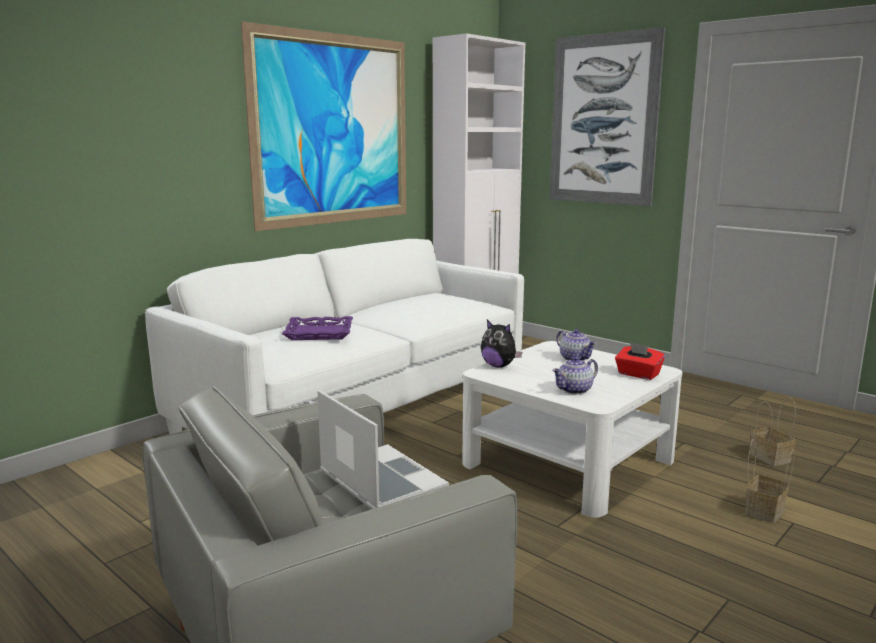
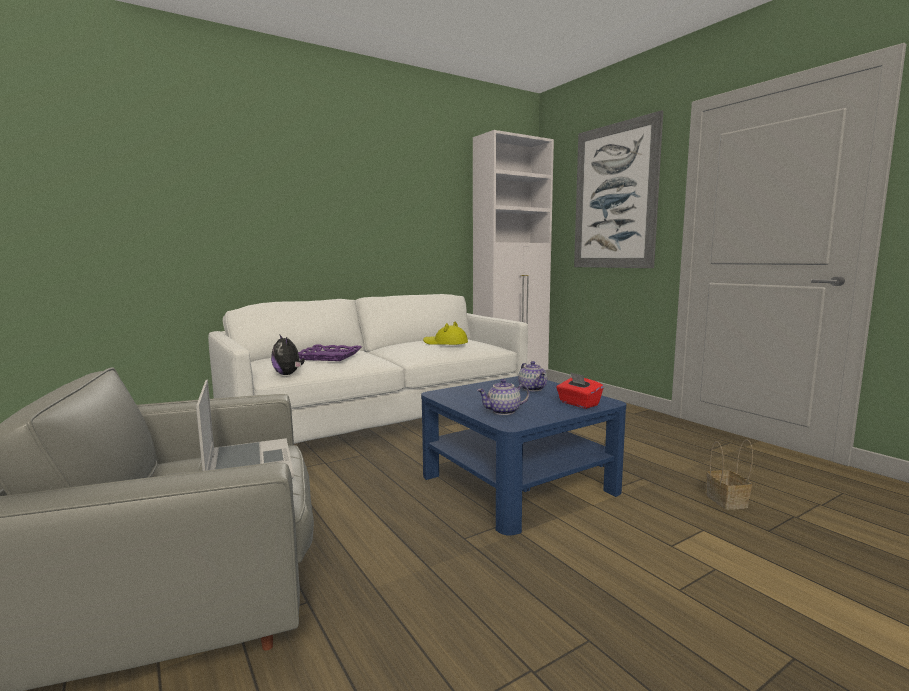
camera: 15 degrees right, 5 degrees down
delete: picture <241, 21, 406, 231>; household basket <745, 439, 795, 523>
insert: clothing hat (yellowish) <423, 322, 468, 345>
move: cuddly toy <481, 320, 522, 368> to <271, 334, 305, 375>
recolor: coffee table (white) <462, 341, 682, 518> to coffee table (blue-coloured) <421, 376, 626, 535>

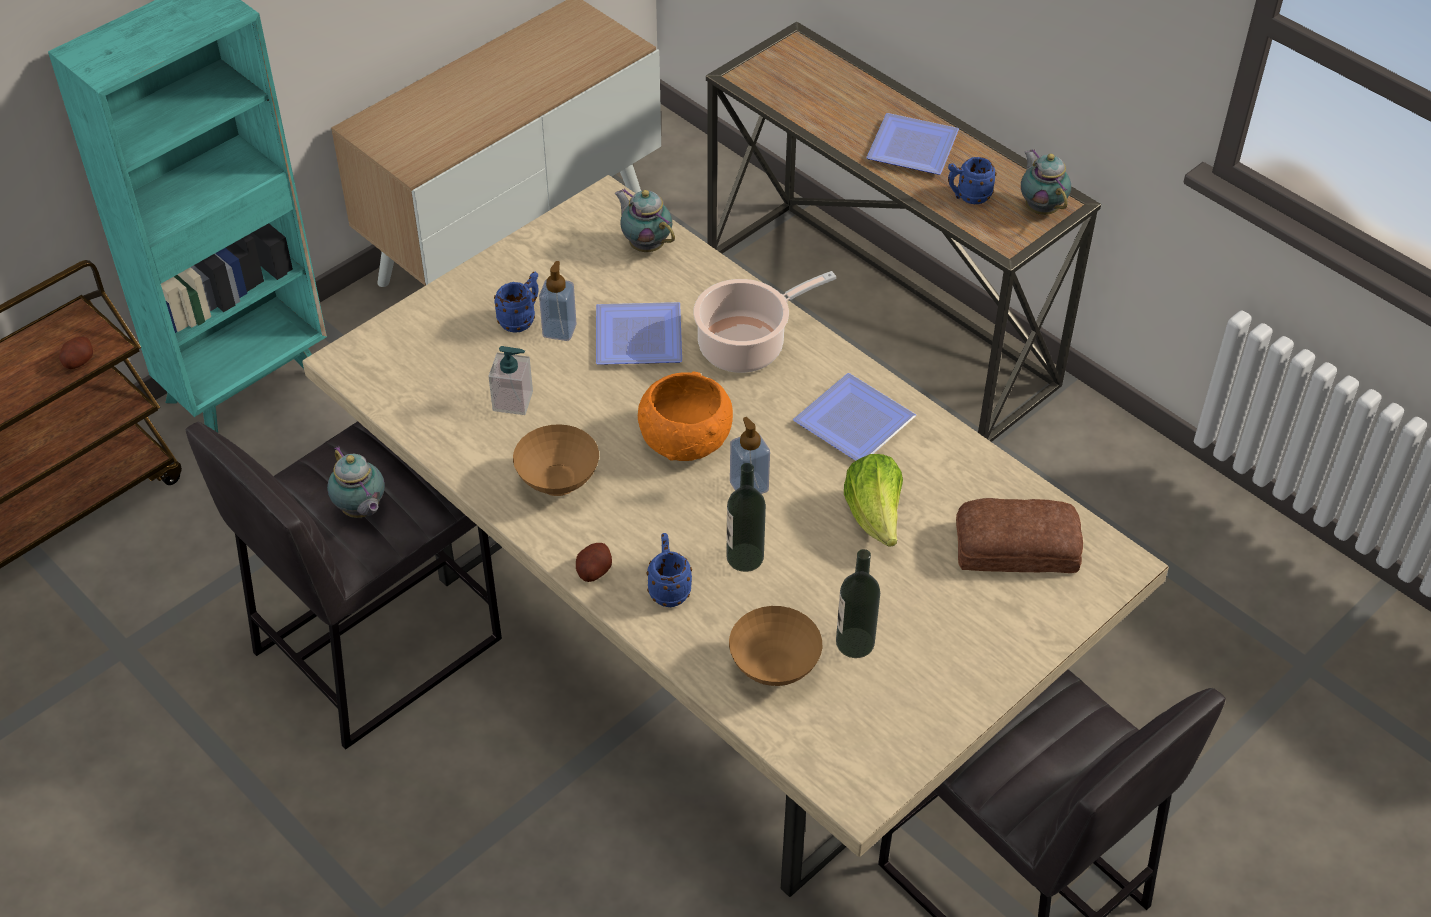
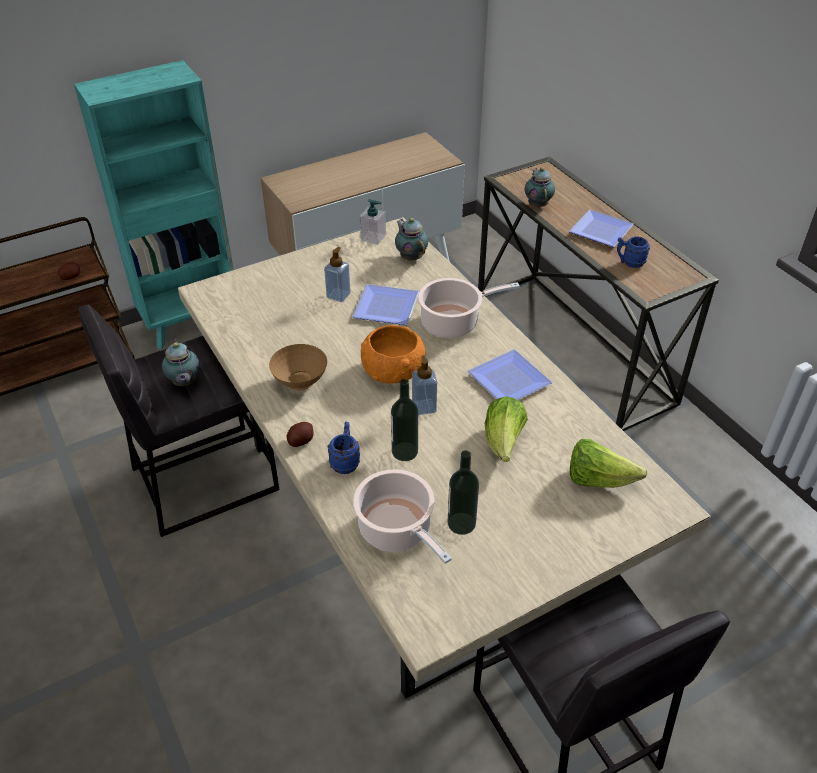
camera: 15 degrees right, 5 degrees down
delete: mug (blue-coloured) <494, 272, 539, 332>
move: soap dispenser <488, 346, 533, 415> to <360, 199, 386, 245>; teapot <1021, 149, 1071, 215> to <525, 167, 555, 207>
replace: bowl (brown-coloured) <729, 606, 822, 686> to stockpot <353, 469, 452, 564>; bread <956, 498, 1083, 573> to head of lettuce <570, 439, 648, 488>

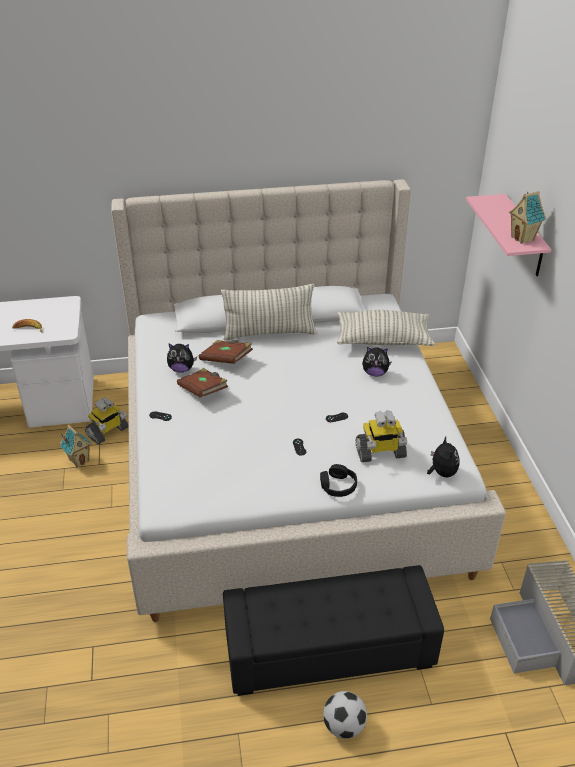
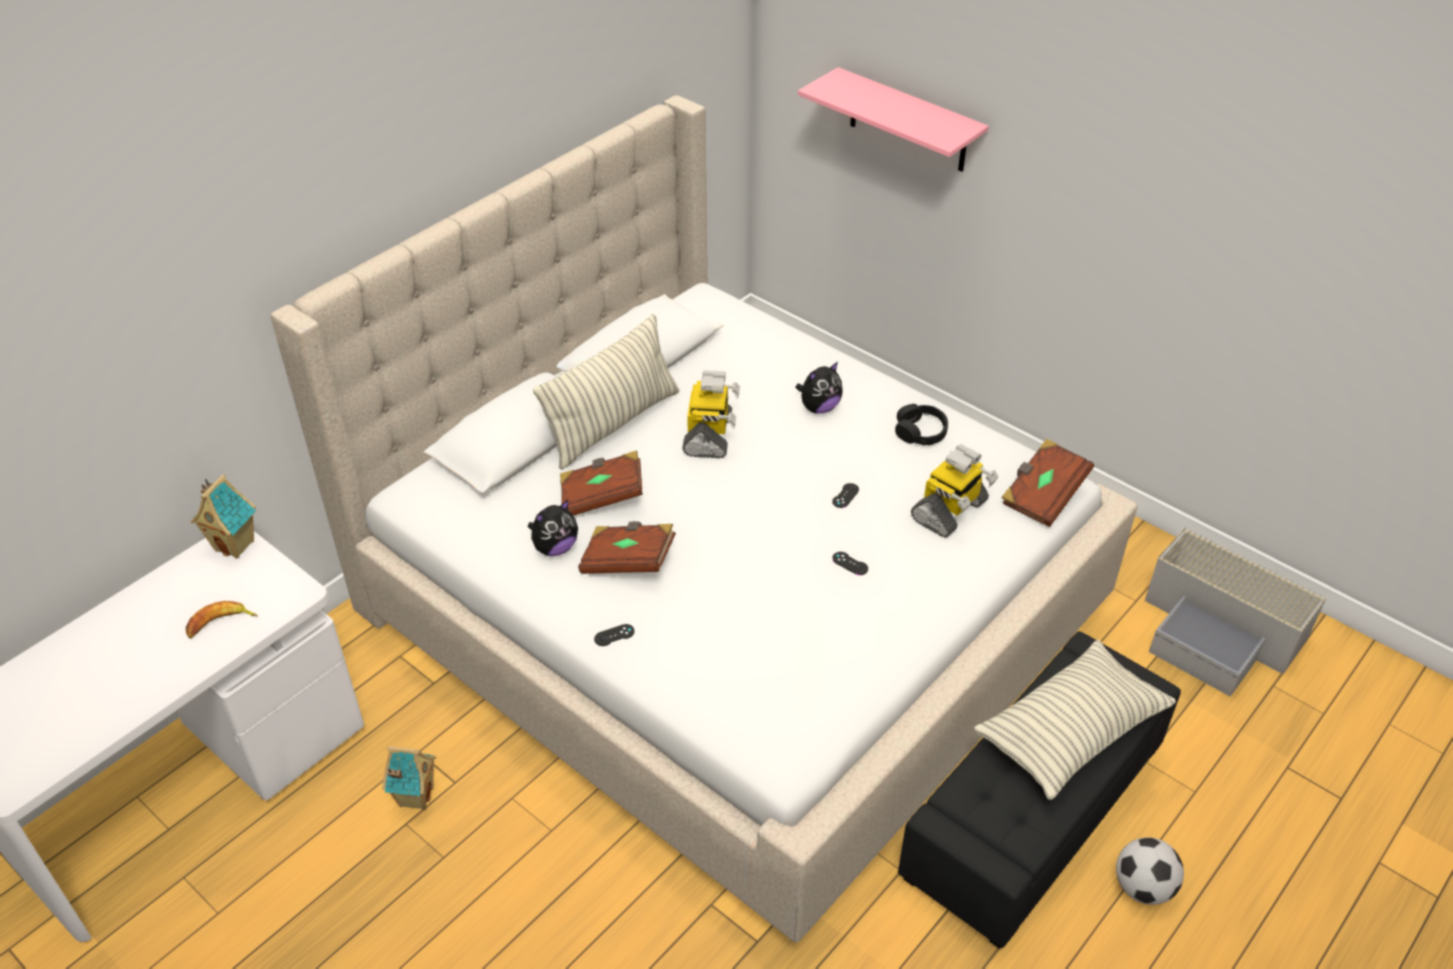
camera: 40 degrees left, 5 degrees up
move: model robot <85, 397, 129, 445> to <682, 370, 740, 458>; pair of headphones (black) <320, 464, 357, 497> to <895, 404, 948, 445>; pillow <337, 310, 435, 346> to <974, 640, 1176, 800>; toy house <509, 191, 546, 244> to <191, 474, 256, 559>
replace: cuddly toy <427, 437, 459, 477> to bound book (brown-coloured) <1001, 439, 1094, 527>

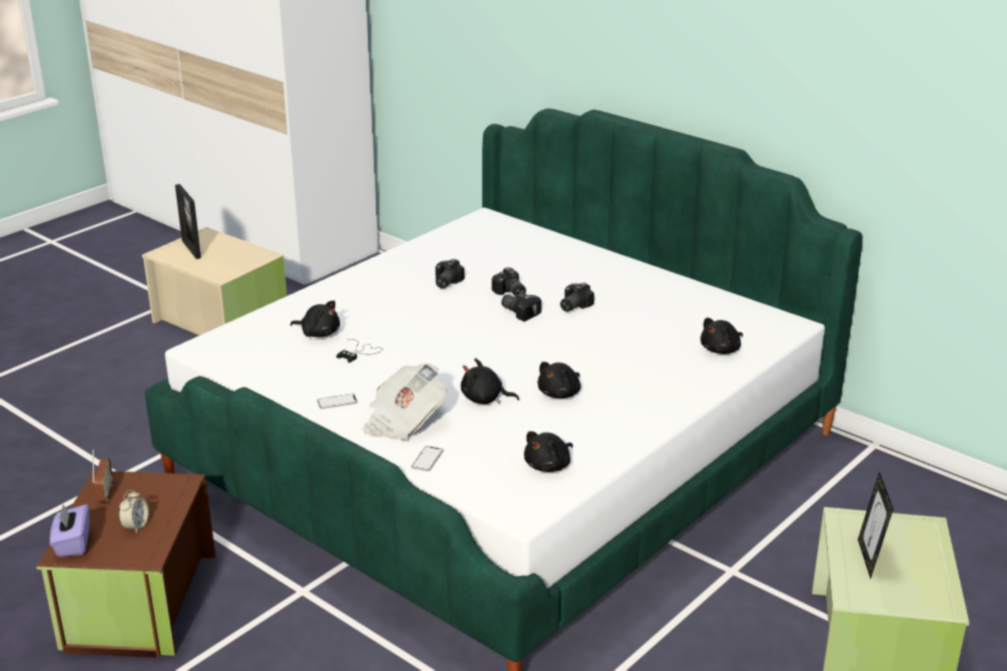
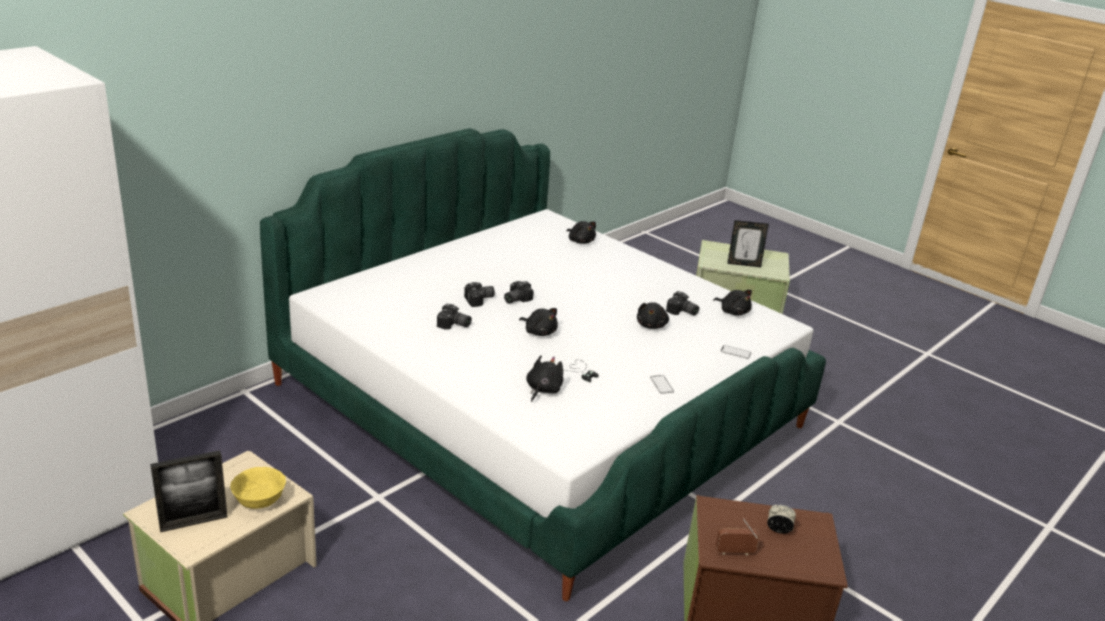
camera: 90 degrees left, 0 degrees up
delete: tissue holder (purple) <50, 504, 90, 557>; printed paper <363, 364, 446, 440>
insert: bowl (yellowish) <230, 467, 286, 509>
move: cuddly toy (black) <537, 362, 581, 398> to <519, 308, 558, 336>; photo camera <560, 282, 594, 312> to <666, 291, 699, 316>

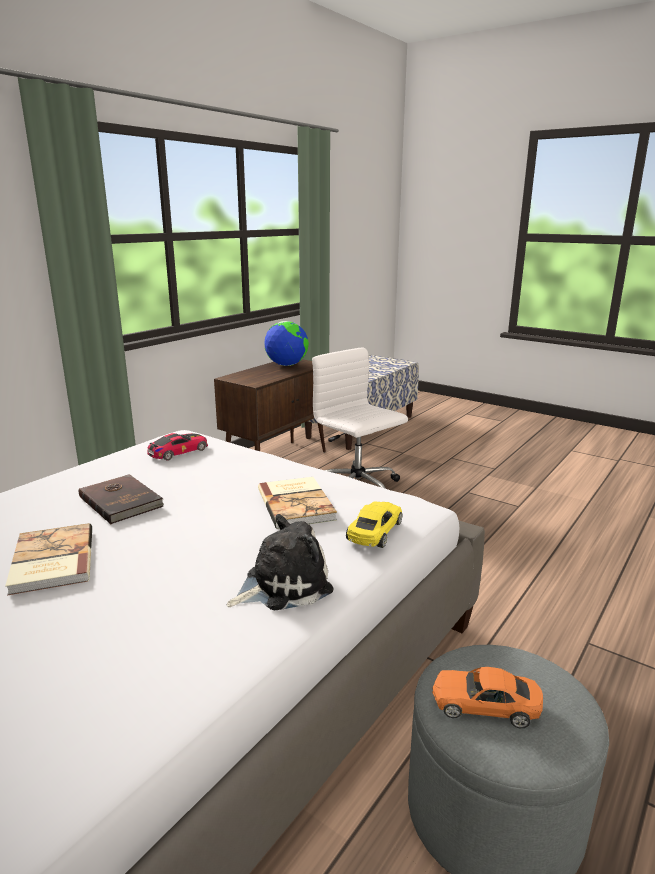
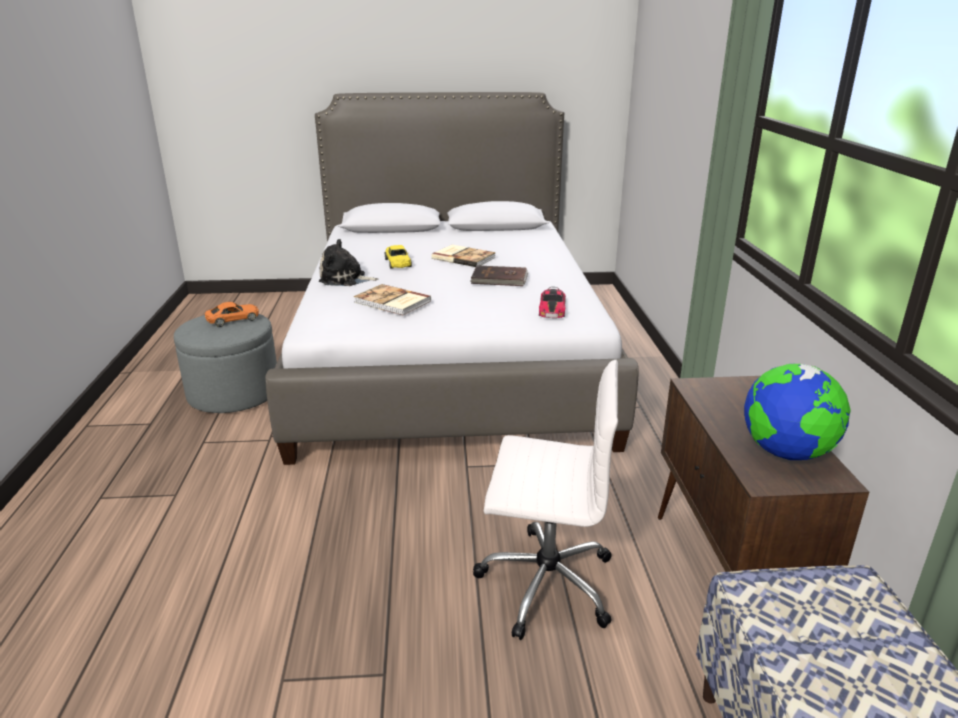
camera: 140 degrees right, 5 degrees up
move: miniature car (yellowish) <346, 501, 402, 548> to <385, 245, 412, 269>
rotate: cuddly toy <226, 514, 333, 610> = <319, 239, 379, 286> 75 degrees clockwise

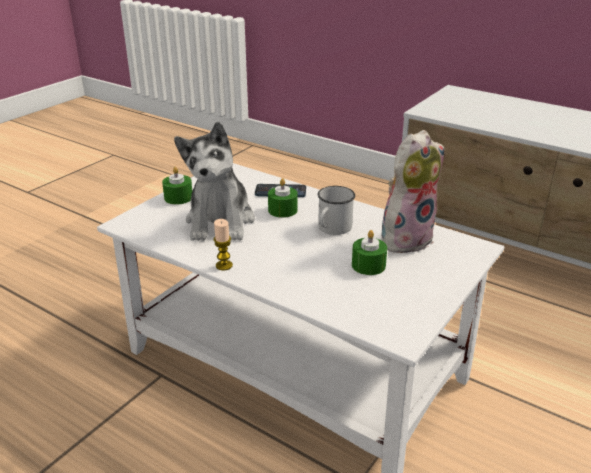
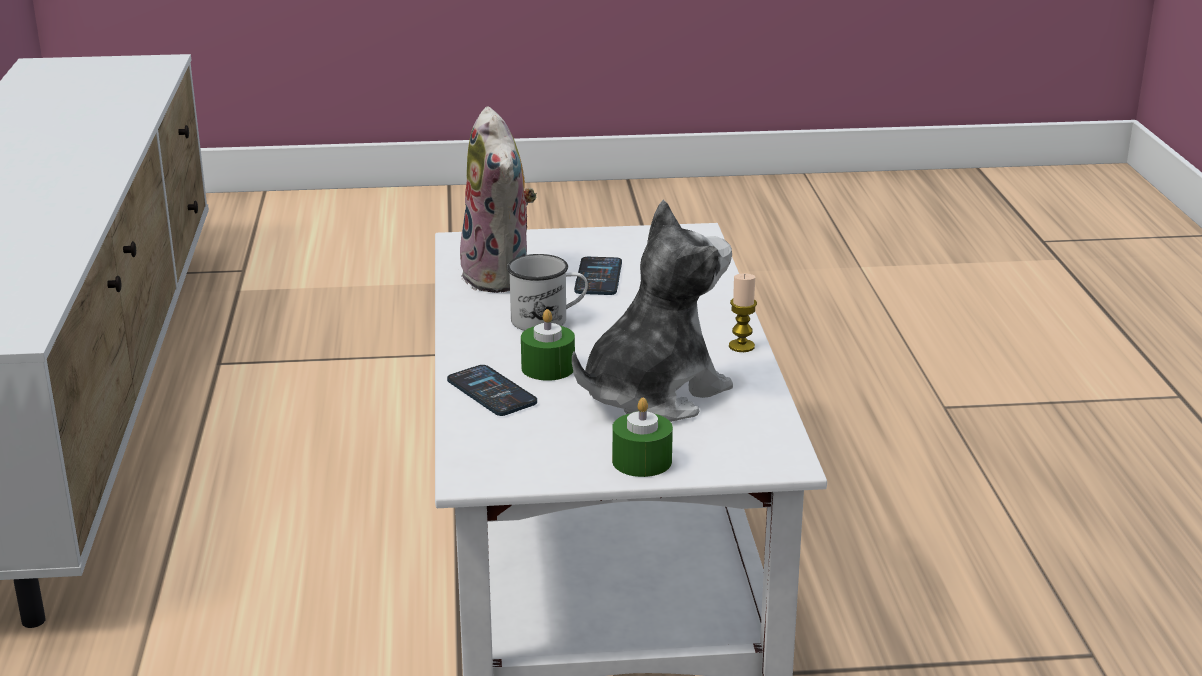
camera: 130 degrees left, 5 degrees down
replace: wax candle (green) <352, 230, 387, 275> to telephone <574, 257, 622, 295>
rotate: cuddly toy <381, 130, 444, 253> = <456, 106, 537, 293> 120 degrees counterclockwise

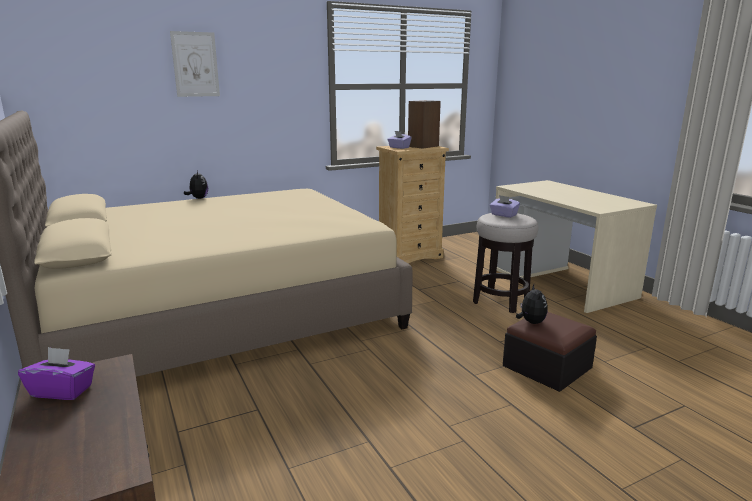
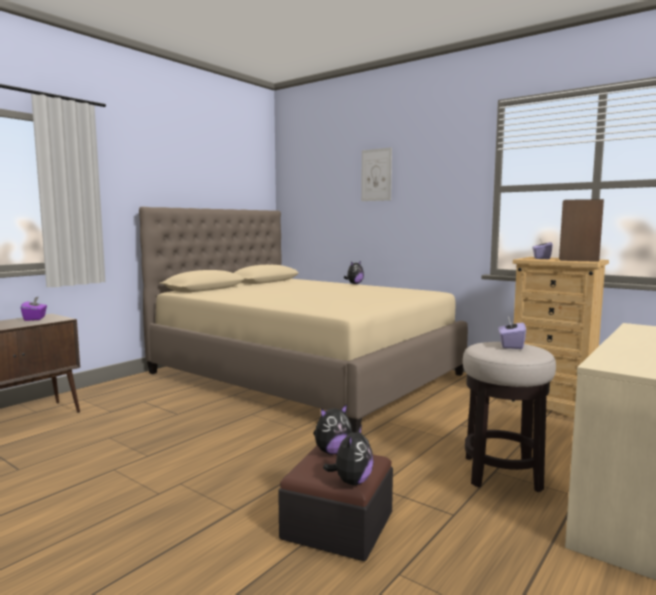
camera: 65 degrees right, 10 degrees down
insert: cuddly toy <323, 425, 374, 485>

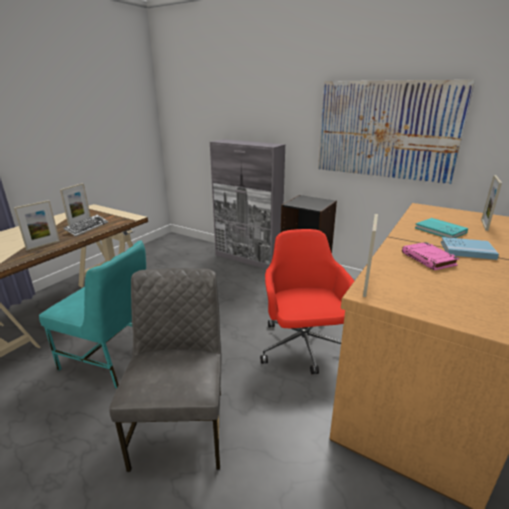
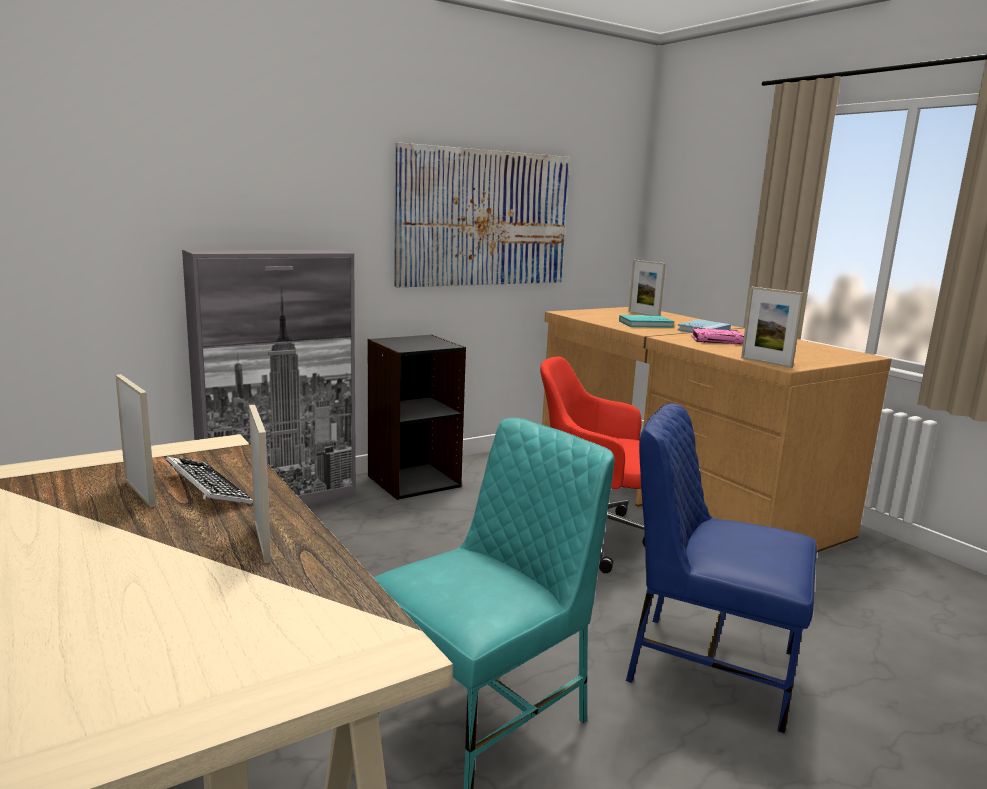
camera: 65 degrees left, 10 degrees down
recolor: chair (greyish) <109, 268, 222, 472> to chair (blue-coloured) <626, 403, 817, 734>

